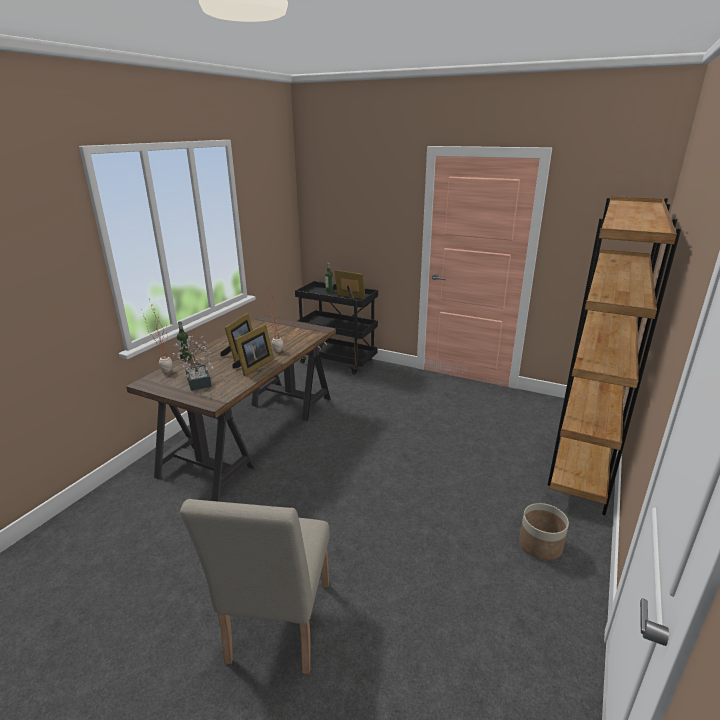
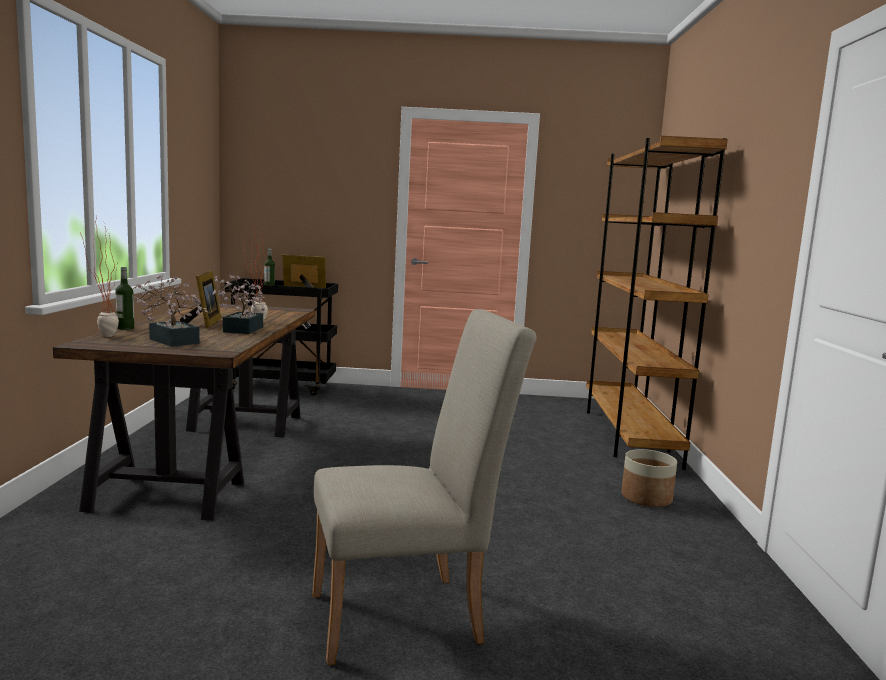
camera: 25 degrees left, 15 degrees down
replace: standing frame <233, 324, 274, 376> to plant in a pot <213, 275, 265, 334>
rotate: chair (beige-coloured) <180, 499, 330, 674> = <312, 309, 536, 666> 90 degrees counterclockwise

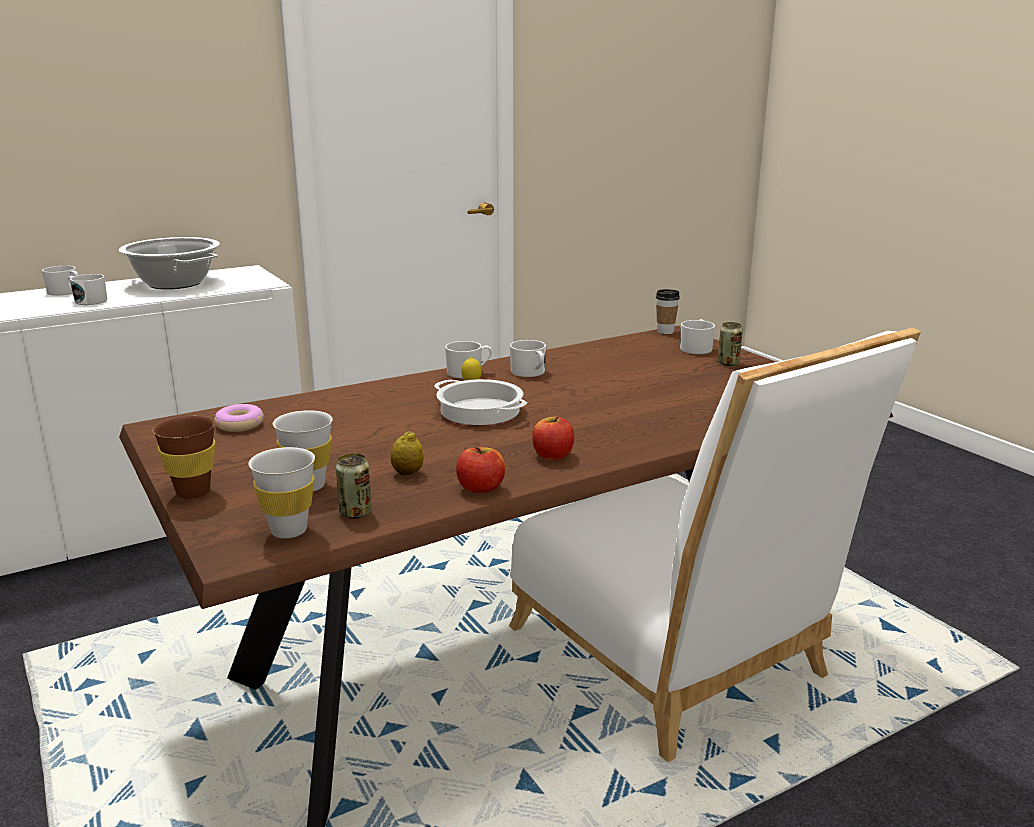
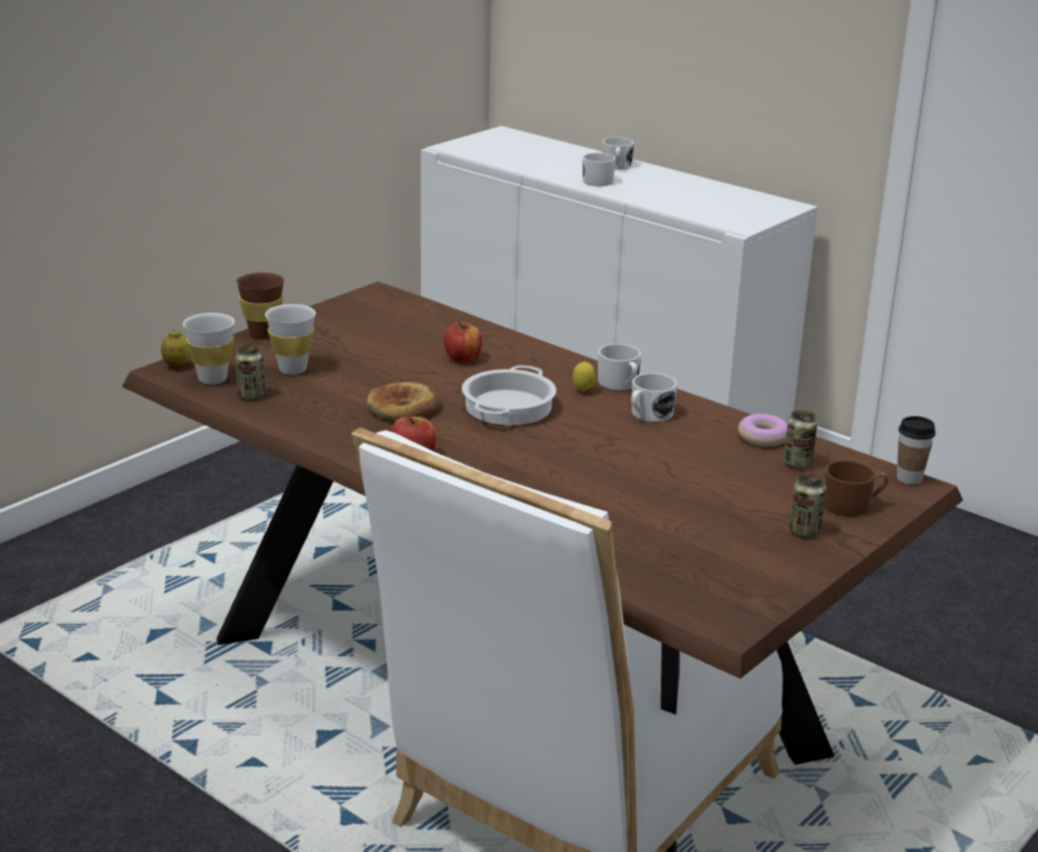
camera: 70 degrees right, 5 degrees up
delete: stockpot <119, 237, 220, 289>
insert: bread <367, 382, 441, 420>; sealed can <783, 410, 818, 469>
move: doughnut <214, 404, 264, 432> to <738, 414, 787, 447>; citrus fruit <391, 431, 424, 476> to <161, 329, 190, 367>; whole apple <456, 447, 505, 493> to <444, 321, 482, 362>
recolor: mug (white) <680, 319, 715, 354> to mug (brown-coloured) <824, 460, 888, 517>

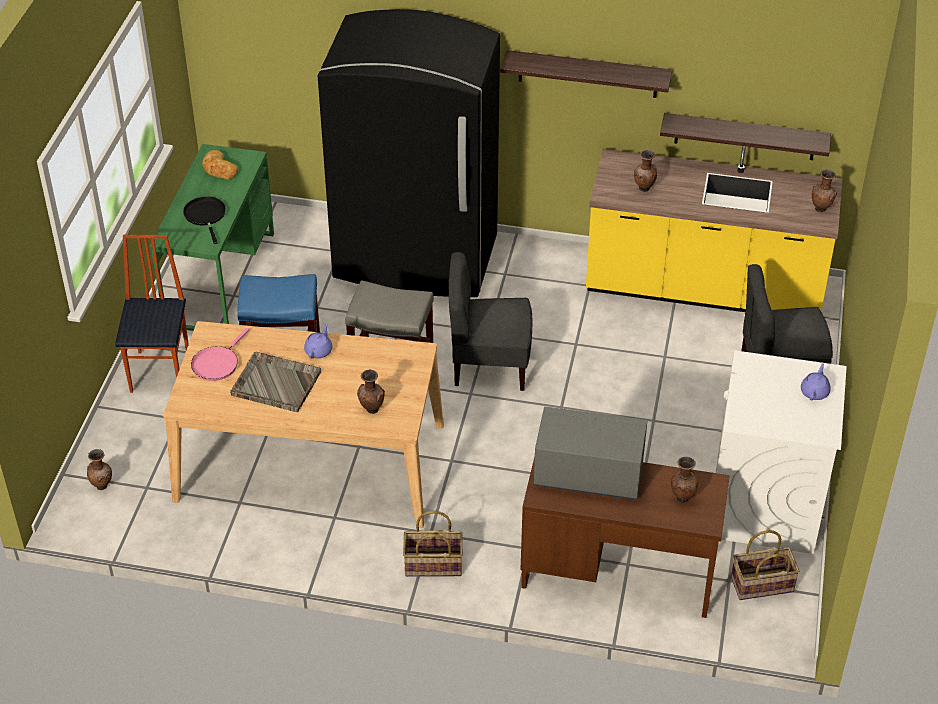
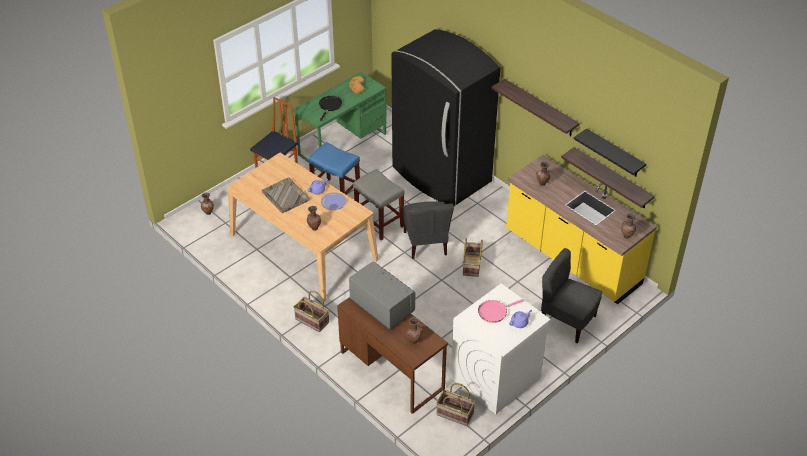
camera: 35 degrees right, 0 degrees up
insert: plate <321, 192, 347, 210>; household basket <463, 238, 483, 277>; bracket shelf (black) <574, 129, 646, 177>
move: frying pan (pink) <191, 328, 249, 381> to <478, 299, 524, 323>
rotate: chair (greyish) <448, 252, 533, 391> = <403, 201, 454, 259> 135 degrees counterclockwise

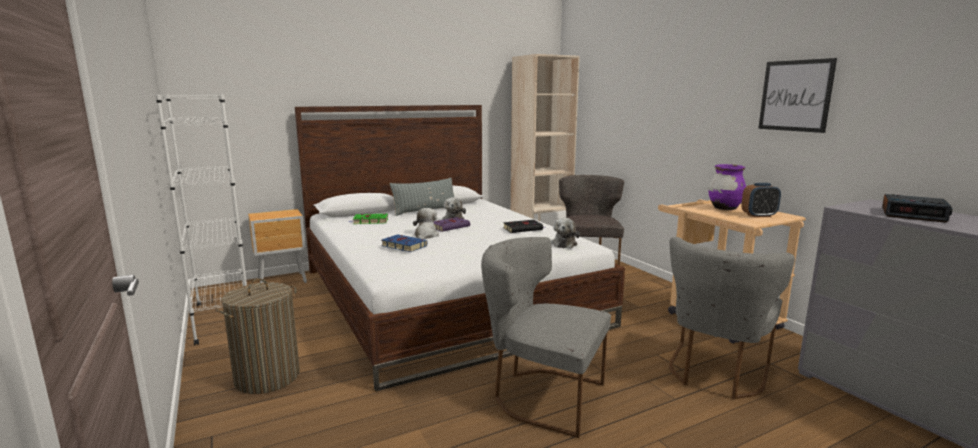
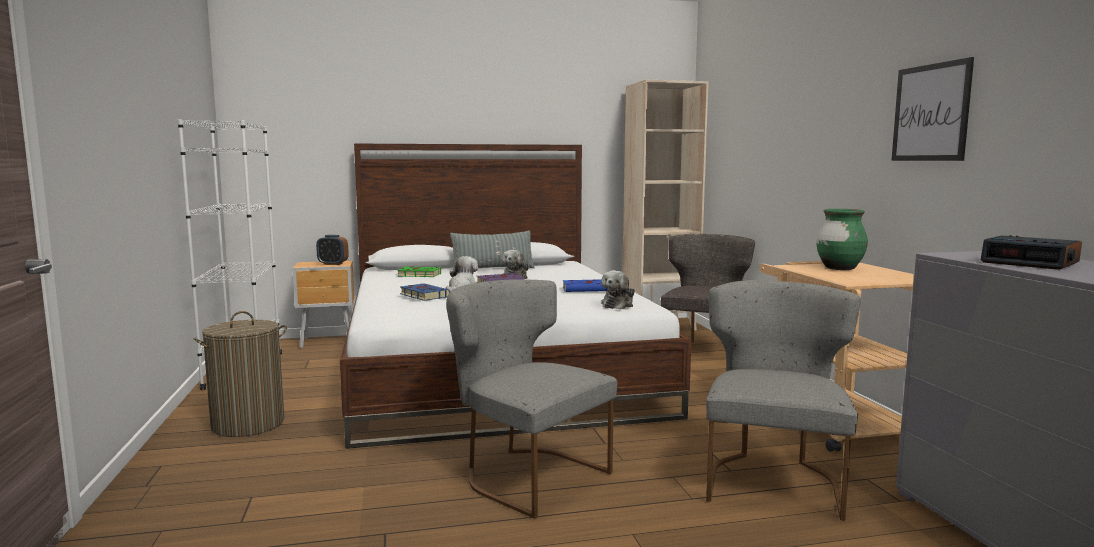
camera: 15 degrees right, 5 degrees down
move: table clock <741, 183, 781, 218> to <316, 235, 349, 265>
recolor: bound book (black) <503, 220, 544, 233> to bound book (blue-coloured) <563, 279, 607, 292>; flower vase (purple) <708, 164, 746, 210> to flower vase (green) <816, 209, 868, 270>
rotate: chair (greyish) <669, 237, 795, 399> = <706, 280, 861, 521> 150 degrees clockwise

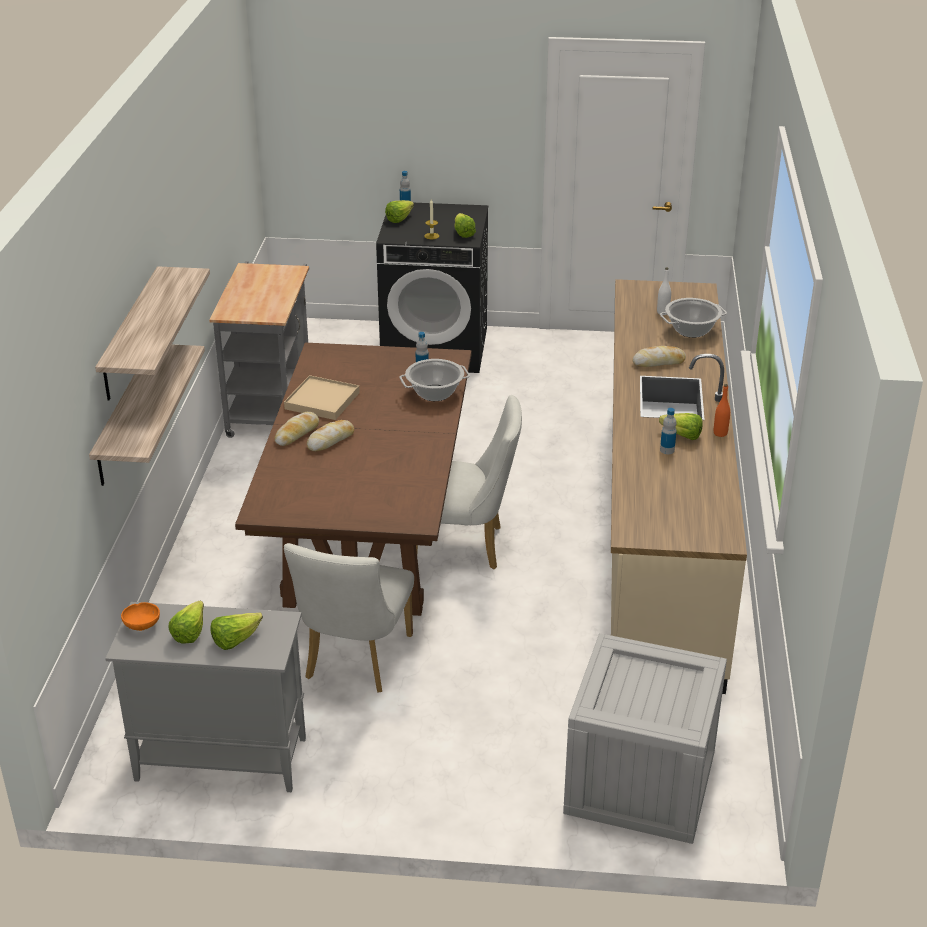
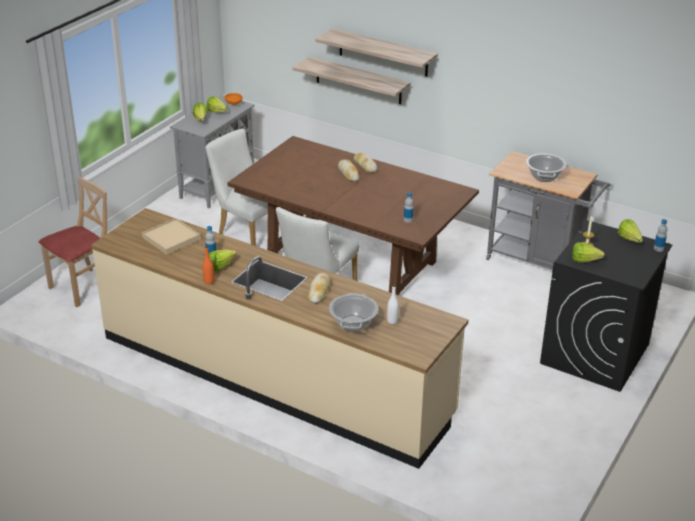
camera: 115 degrees right, 0 degrees up
move: tray (beige-coloured) <284, 375, 360, 420> to <142, 218, 201, 255>; stockpot <399, 359, 470, 401> to <526, 154, 566, 182>
replace: crate <563, 633, 727, 844> to chair (beige-coloured) <39, 177, 107, 307>

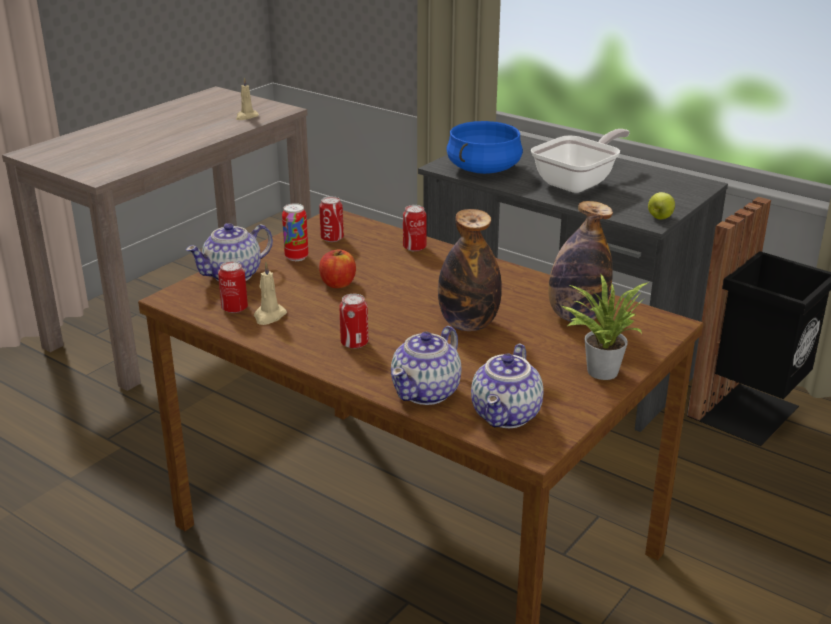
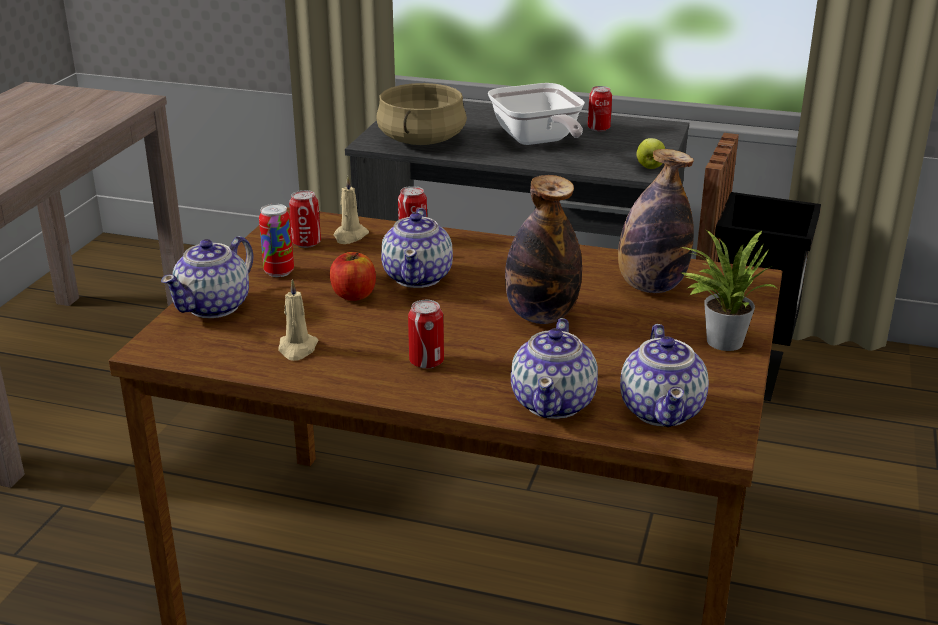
camera: 20 degrees left, 0 degrees up
insert: teapot <381, 208, 453, 288>
move: sealed can <218, 261, 248, 313> to <588, 86, 612, 132>; wax candle (beige-coloured) <236, 78, 259, 120> to <334, 176, 369, 244>
recolor: stockpot (blue-coloured) <446, 121, 523, 174> to stockpot (beige-coloured) <376, 83, 467, 145>
rotate: frying pan <531, 129, 630, 193> = <488, 83, 585, 145> 135 degrees clockwise

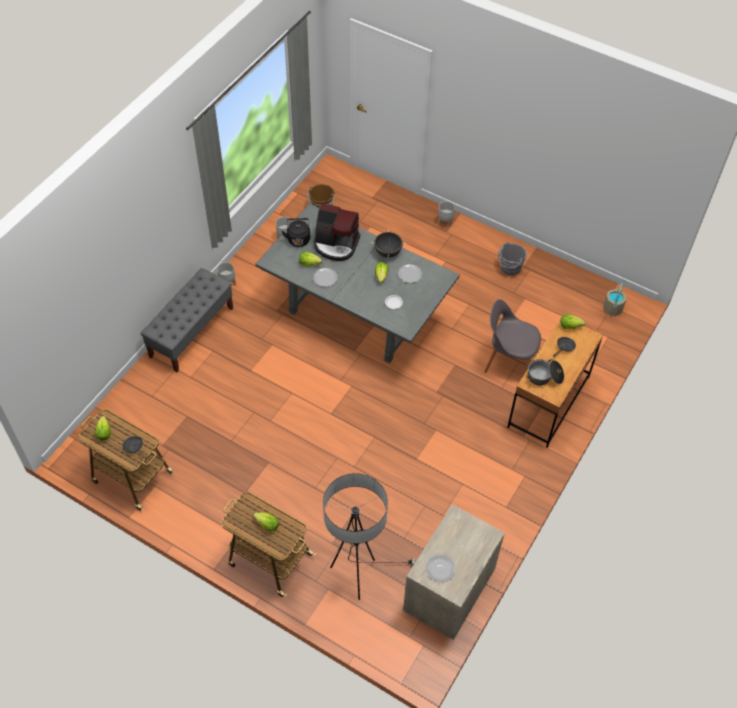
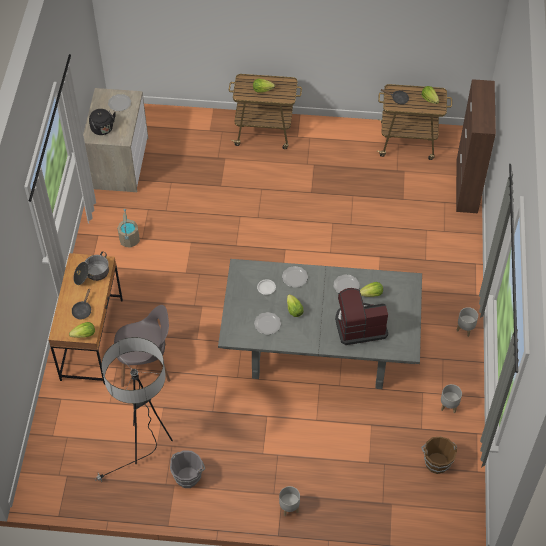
camera: 155 degrees right, 0 degrees up
delete: bench (greyish) <141, 268, 233, 372>; stockpot (black) <371, 229, 406, 258>
insert: plate <282, 266, 308, 288>; cupboard (brown-coloured) <456, 79, 496, 213>
move: water kettle (black) <282, 218, 310, 247> to <89, 109, 116, 135>; standard lamp <323, 473, 415, 600> to <95, 337, 173, 482>; bucket (beige-coloured) <603, 279, 626, 317> to <117, 209, 140, 248>

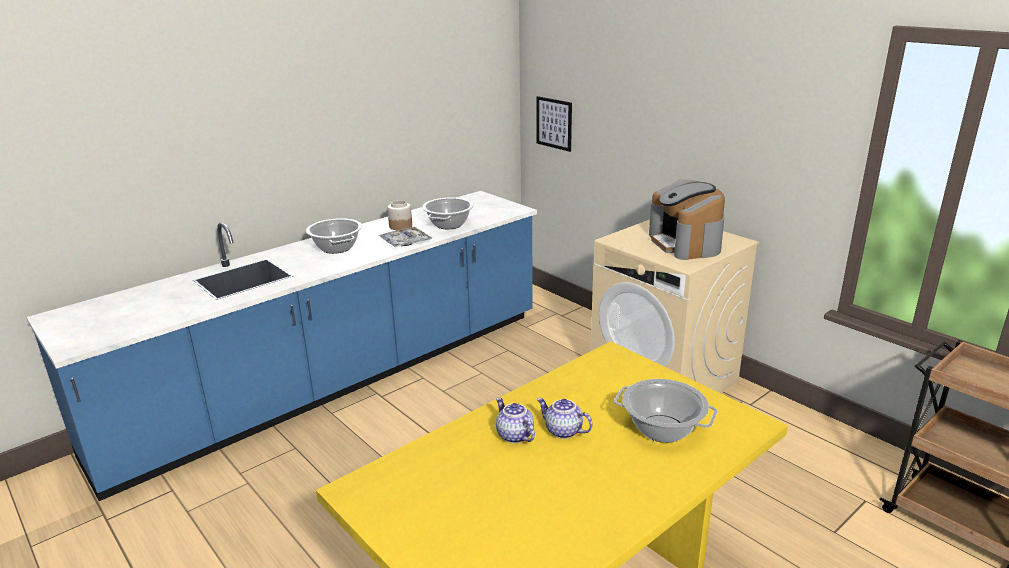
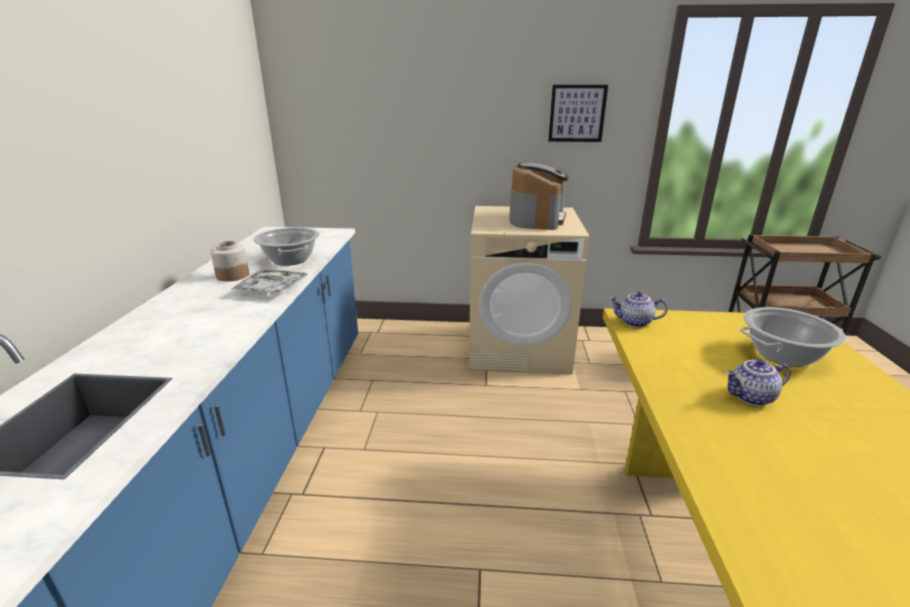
camera: 45 degrees left, 0 degrees up
delete: stockpot <306, 218, 362, 254>
move: teapot <496, 398, 535, 443> to <610, 292, 668, 328>; picture <536, 96, 572, 152> to <548, 85, 608, 142>
rotate: coffee maker <649, 179, 725, 260> = <509, 162, 569, 230> 105 degrees counterclockwise

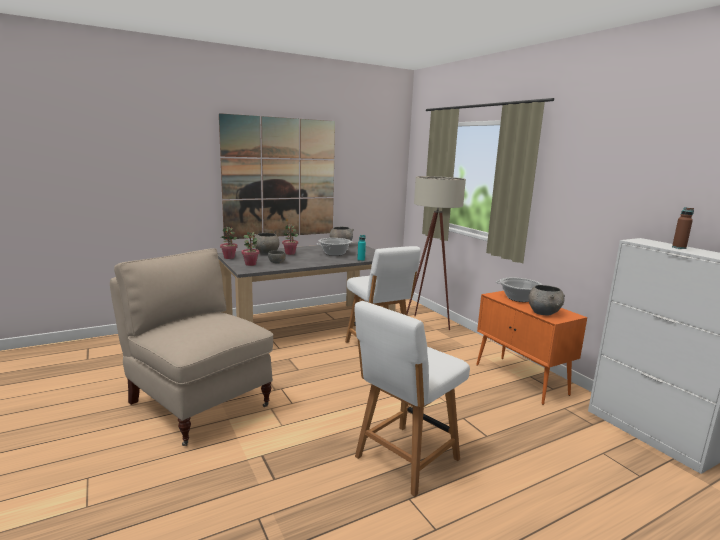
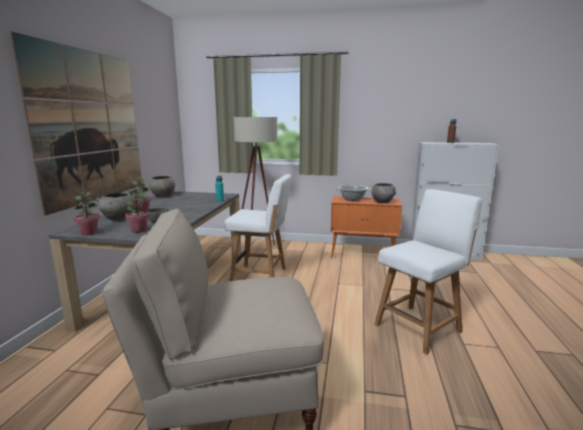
camera: 50 degrees left, 0 degrees up
delete: stockpot <317, 238, 353, 256>
rotate: chair (white) <355, 301, 470, 497> = <374, 189, 482, 355> 120 degrees counterclockwise

